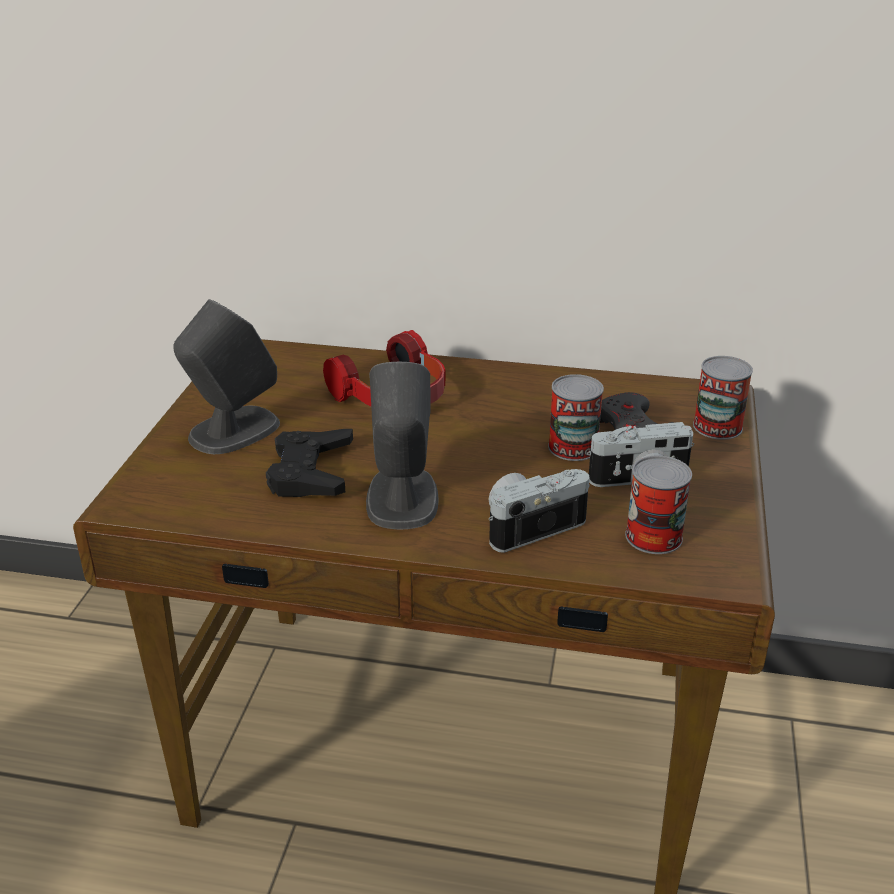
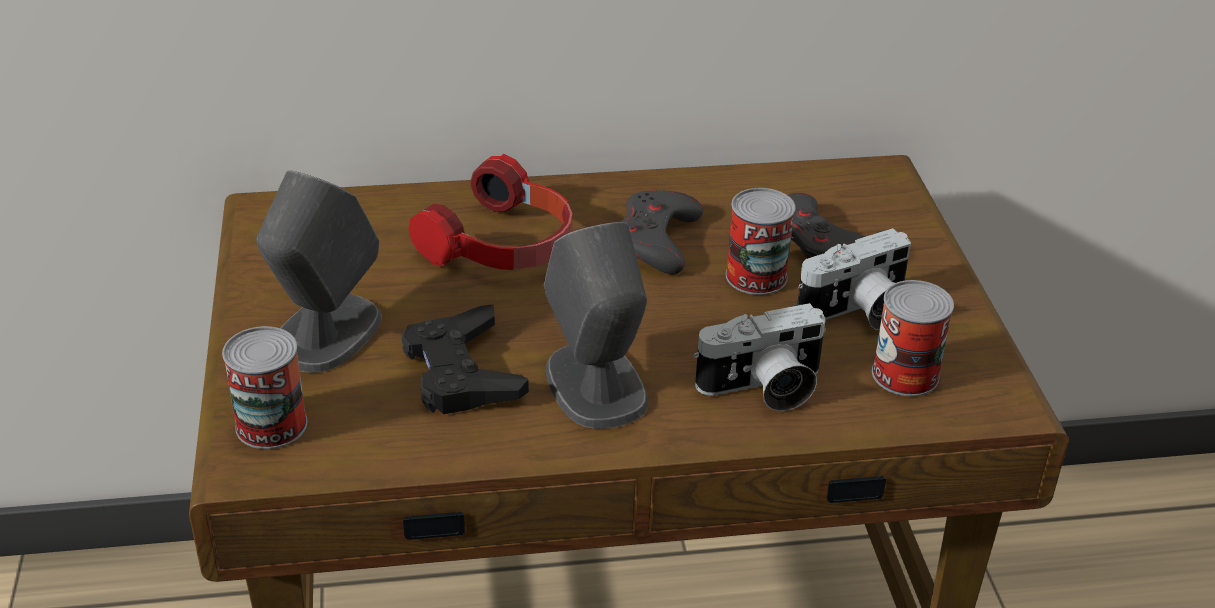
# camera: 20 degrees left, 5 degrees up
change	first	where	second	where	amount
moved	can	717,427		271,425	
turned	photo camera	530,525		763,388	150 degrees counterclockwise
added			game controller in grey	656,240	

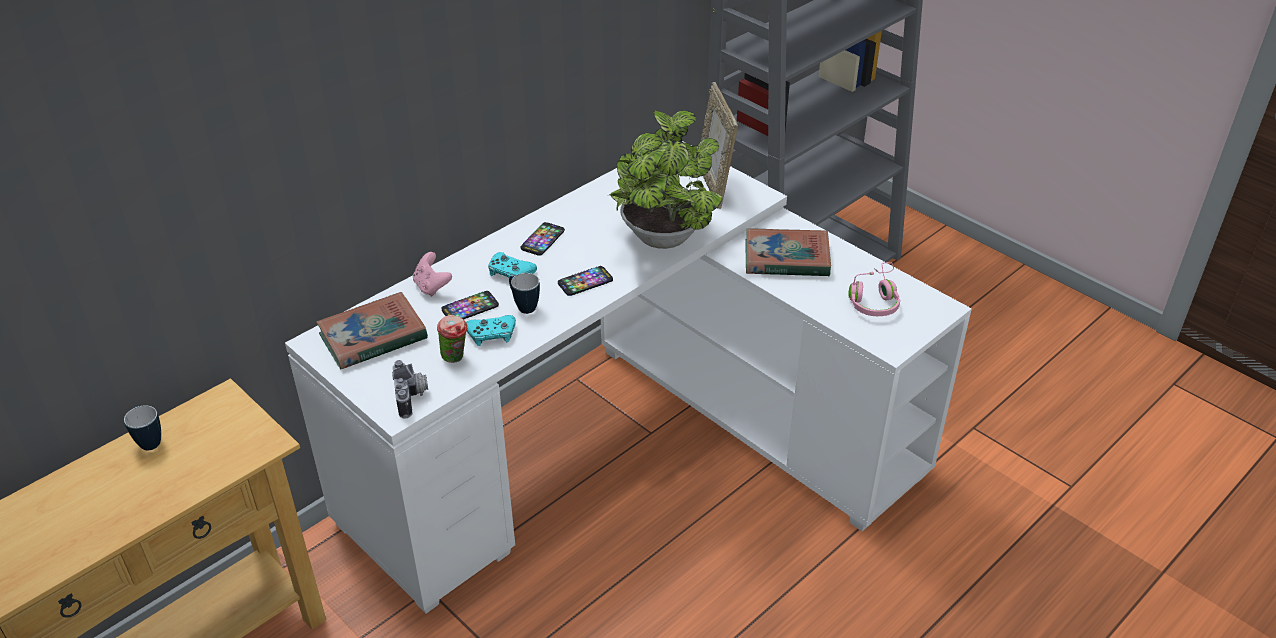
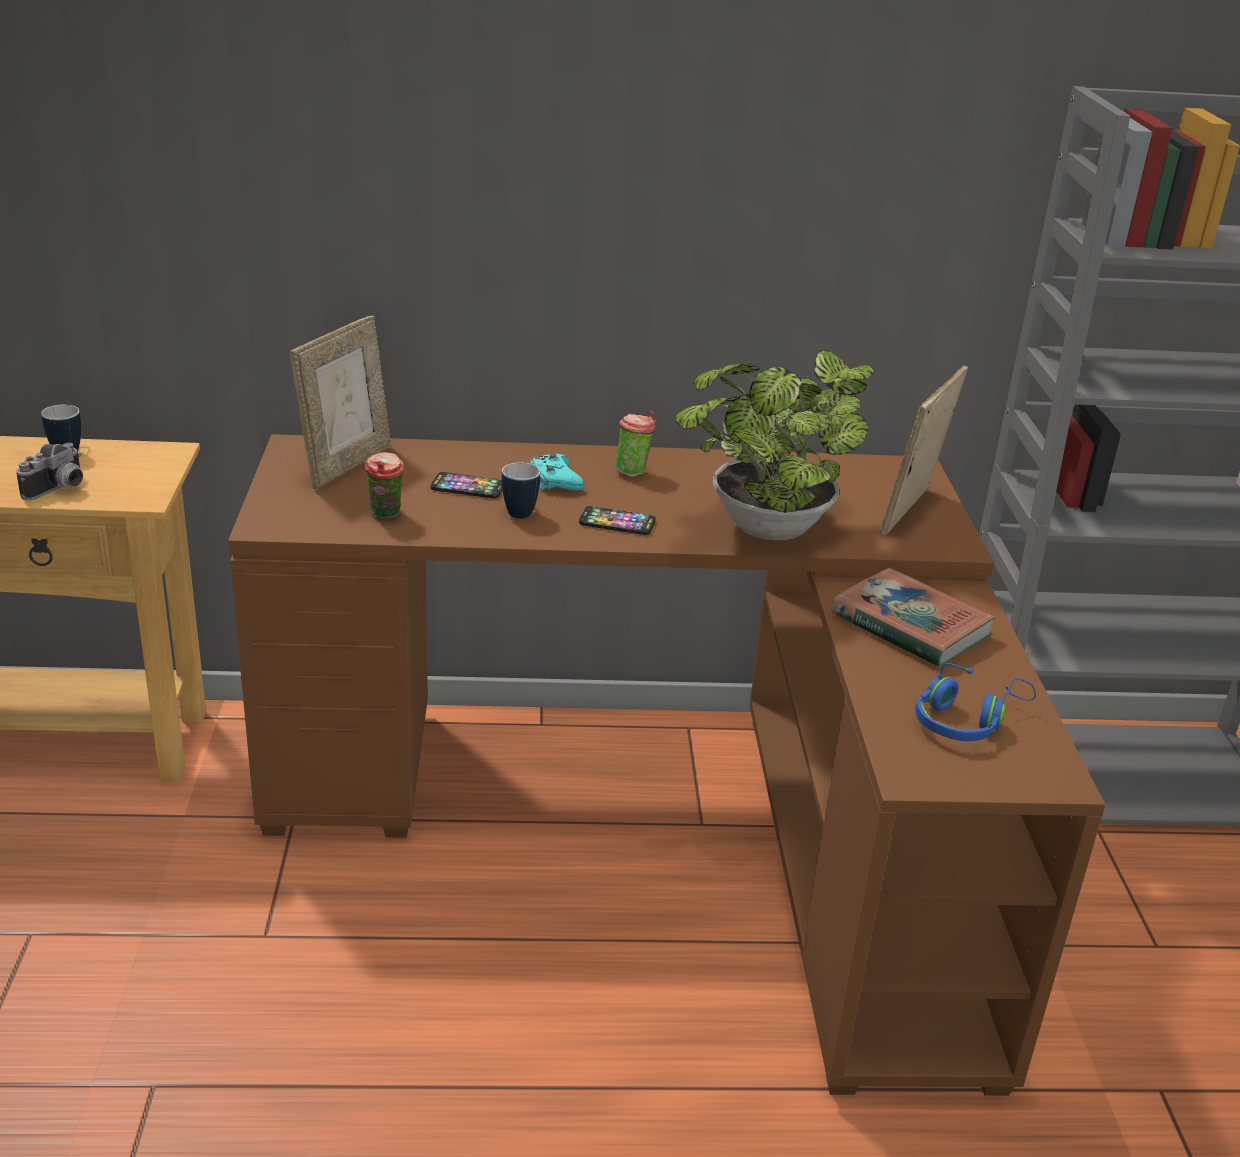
# camera: 40 degrees right, 10 degrees down
change	first	where	second	where	amount
recoloured	desk in white	632,444	desk in brown	666,821	
replaced	phone	542,240	cup	633,471	
removed	game controller in pink	432,287			
recoloured	headphones in pink	874,299	headphones in blue	967,720	
replaced	book	373,336	picture frame	346,465	
removed	game controller in turquoise	491,334			
moved	photo camera	412,397		59,489	

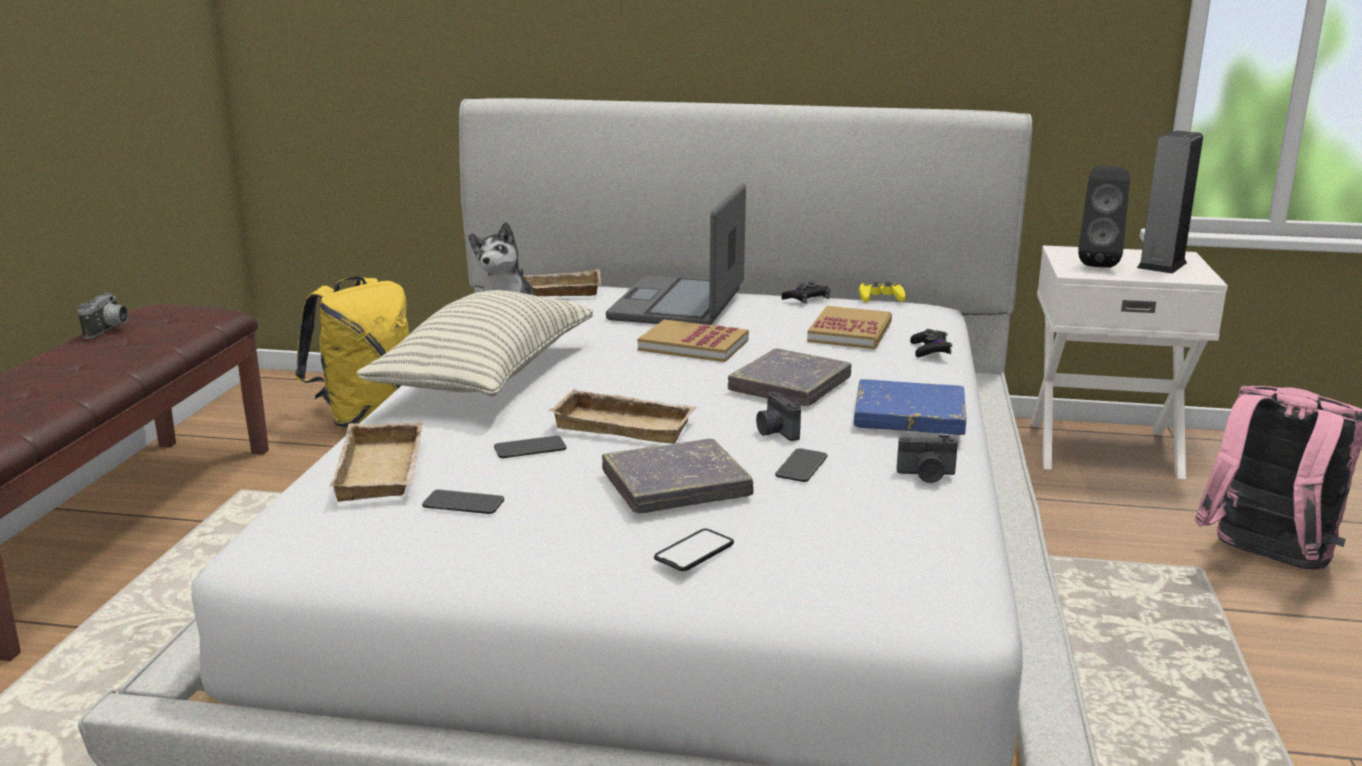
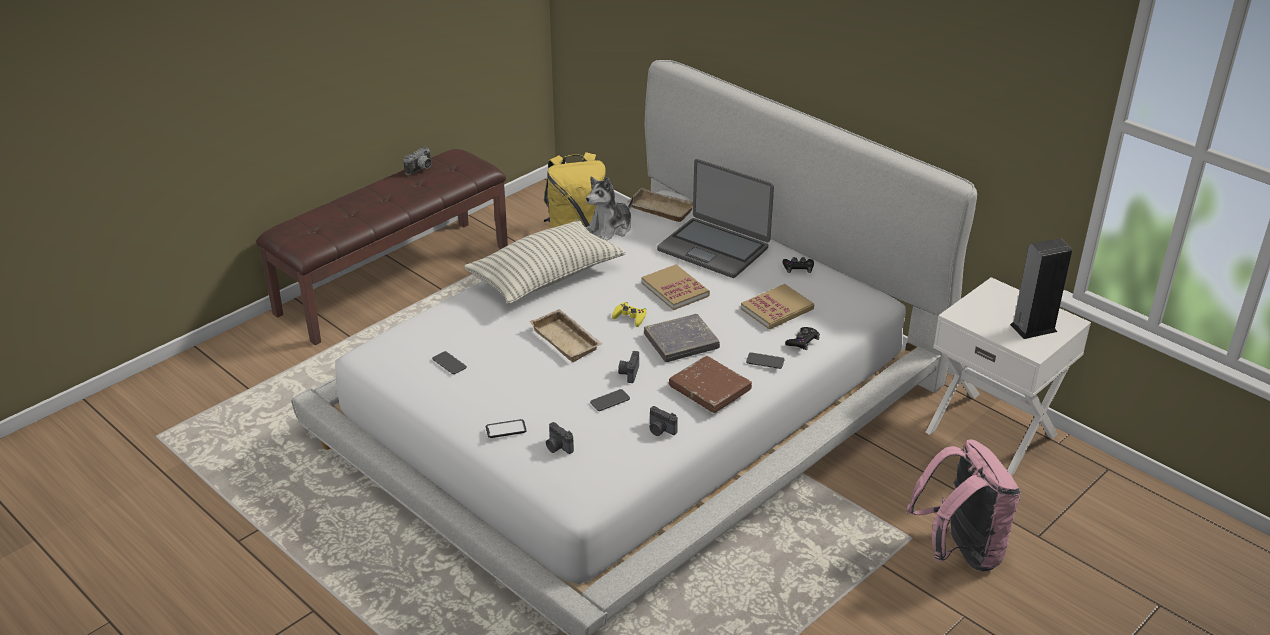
# camera: 35 degrees right, 15 degrees up
change	first	where	second	where	amount
removed	speaker in black	1098,264			
turned	laptop	679,305		714,248	105 degrees counterclockwise
moved	game controller in yellow	880,298		630,317	
recoloured	book in blue	909,416	book in brown	710,388	
removed	tray in beige	384,471			
moved	phone	530,449		765,361	
removed	book in grey	676,485			
added			photo camera	558,447	

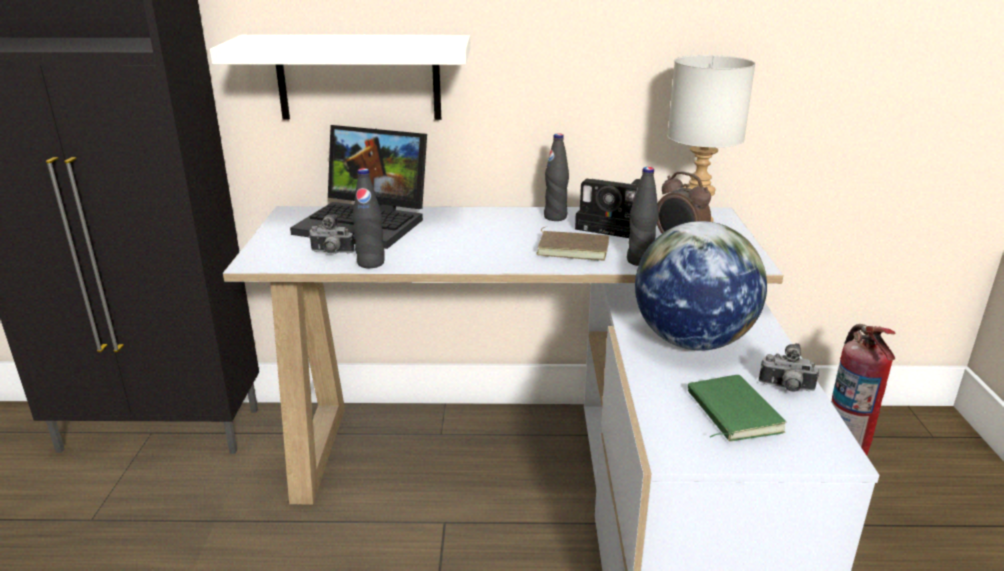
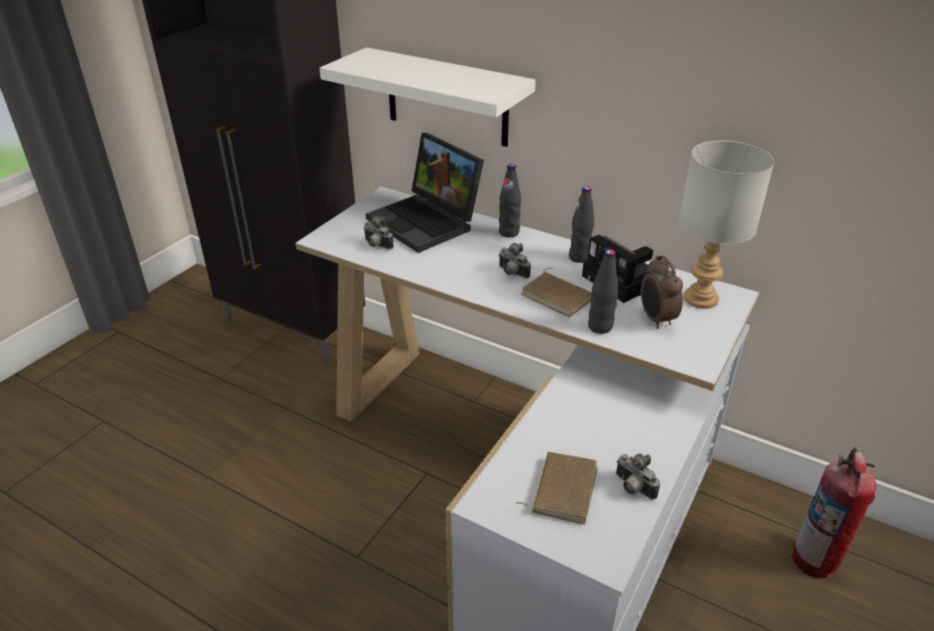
# camera: 30 degrees right, 10 degrees up
change	first	where	second	where	amount
moved	bottle in black	370,263		509,233	
removed	globe	692,341			
recoloured	book in green	730,412	book in brown	562,489	
added			photo camera	511,273	

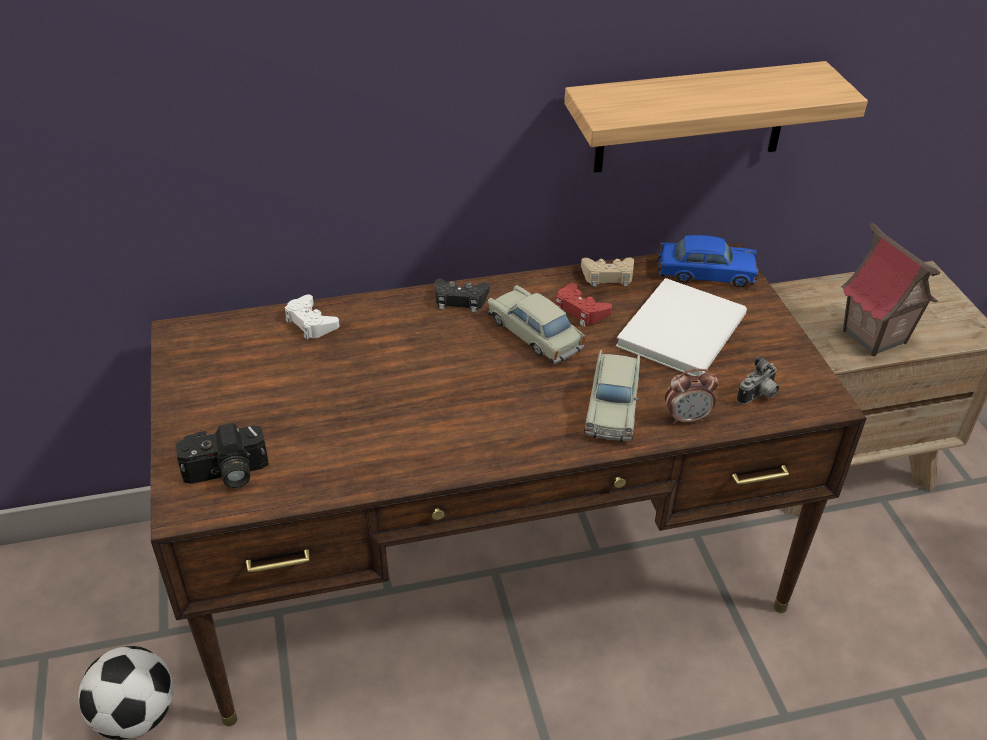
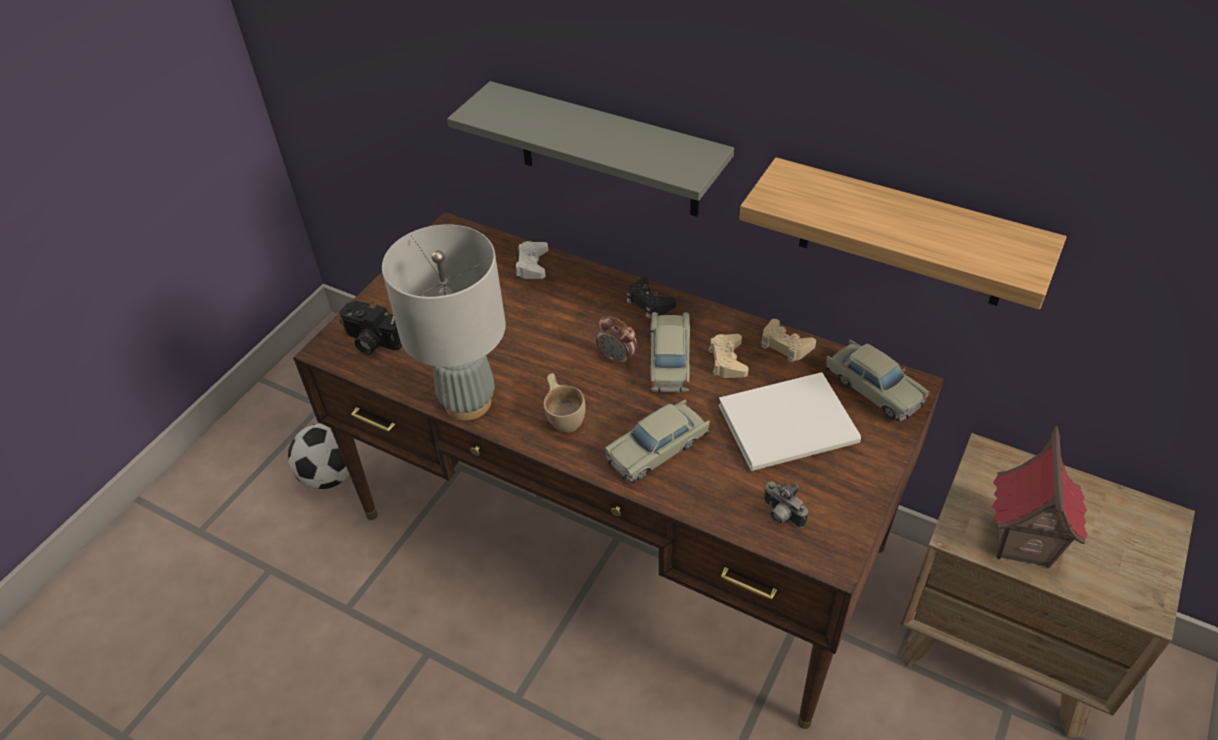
# camera: 45 degrees right, 5 degrees up
change	first	where	second	where	amount
recoloured	toy car in blue	705,273	toy car in beige	873,388	
recoloured	game controller in red	580,310	game controller in beige	727,361	
turned	photo camera	758,396		781,515	45 degrees clockwise
moved	alarm clock	686,418		617,358	
added			shelf in grey	607,151	
added			table lamp in grey	468,402	
added			cup in beige	564,415	

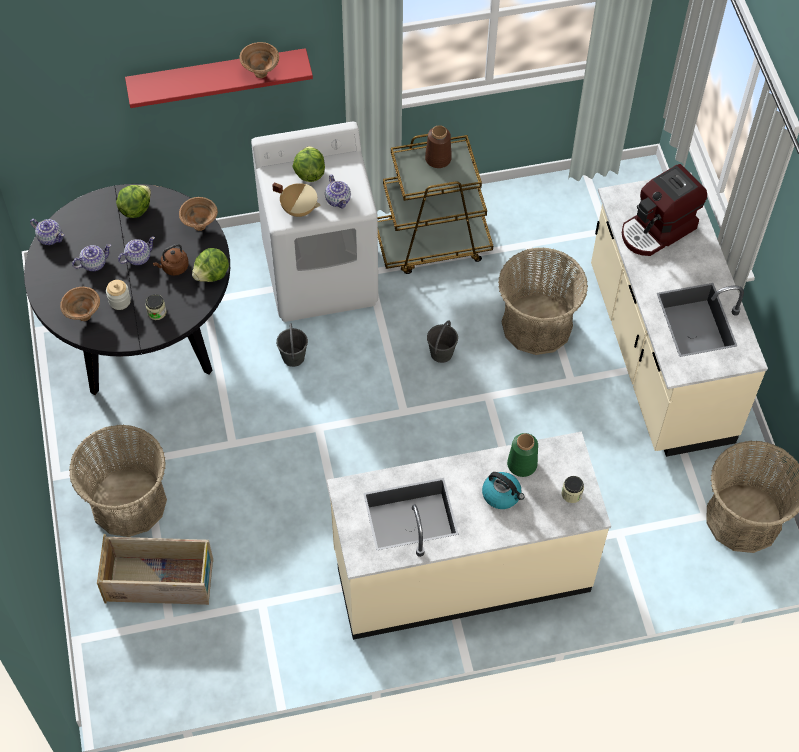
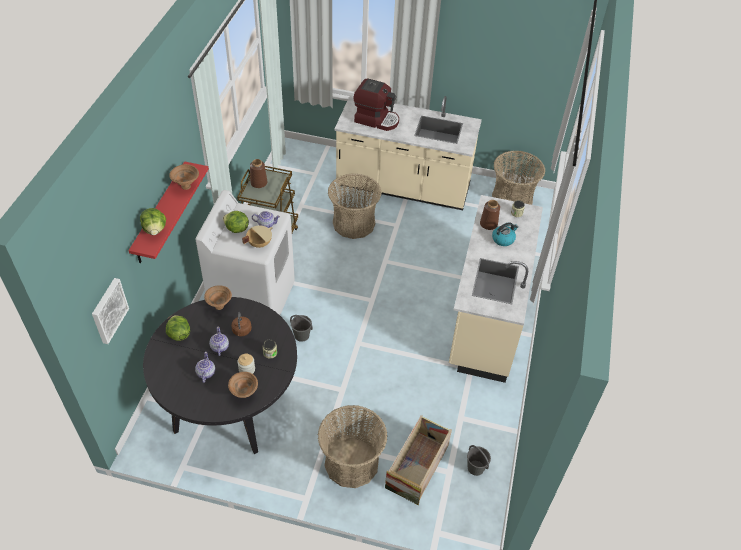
# camera: 65 degrees left, 10 degrees down
change	first	where	second	where	amount
turned	coffee machine	658,230		376,119	60 degrees counterclockwise
removed	teapot	50,237			
moved	lettuce	212,275		155,229	
moved	bucket in grey	441,353		476,468	
recoloured	vase in green	521,464	vase in brown	488,224	
added			picture	108,310	

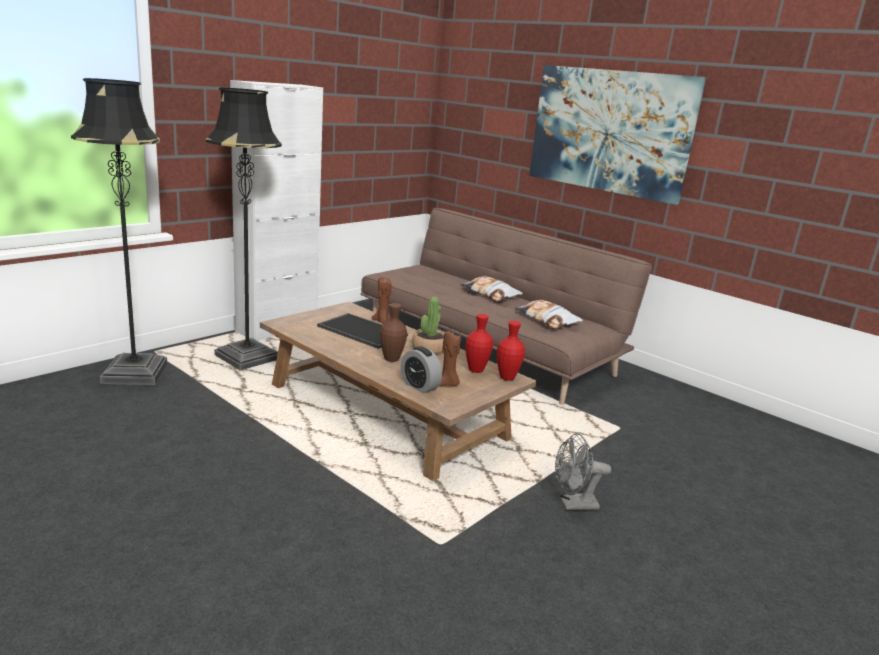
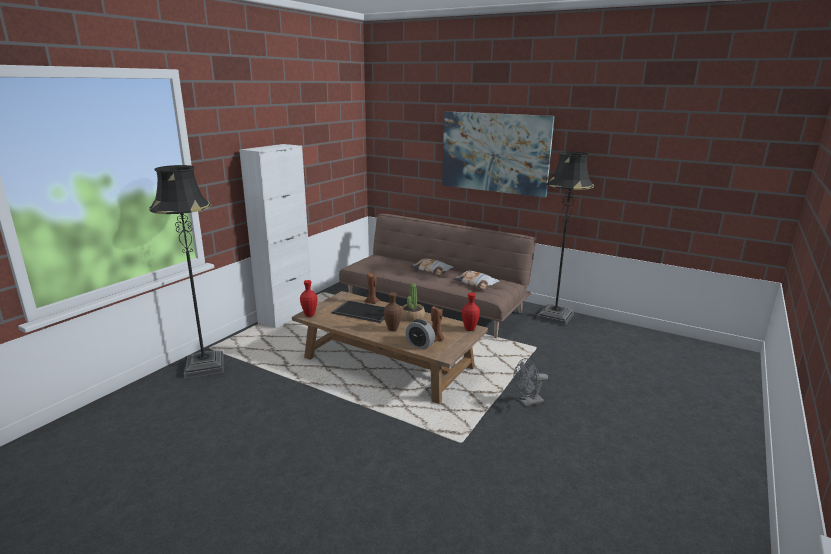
# camera: 10 degrees left, 0 degrees up
change	first	where	second	where	amount
moved	floor lamp in black	247,358		555,317	
moved	vase in red	476,370		309,315	

